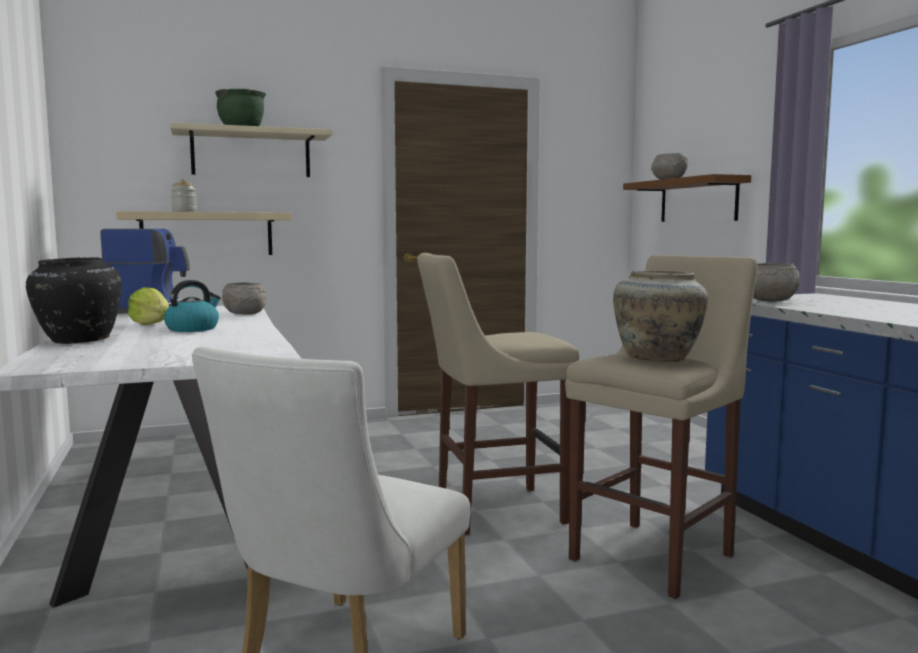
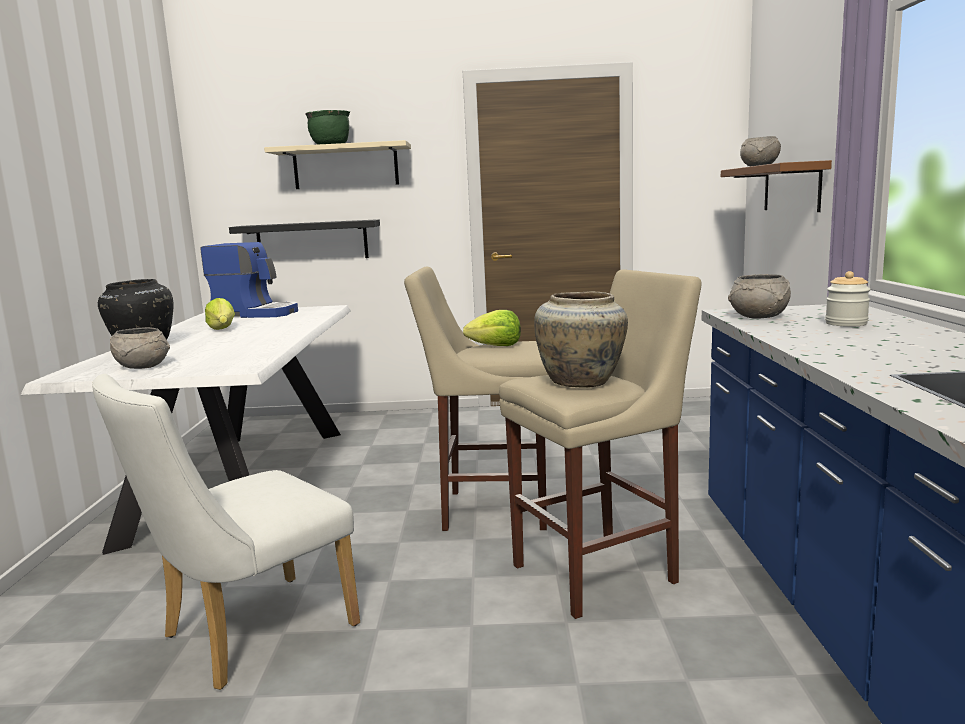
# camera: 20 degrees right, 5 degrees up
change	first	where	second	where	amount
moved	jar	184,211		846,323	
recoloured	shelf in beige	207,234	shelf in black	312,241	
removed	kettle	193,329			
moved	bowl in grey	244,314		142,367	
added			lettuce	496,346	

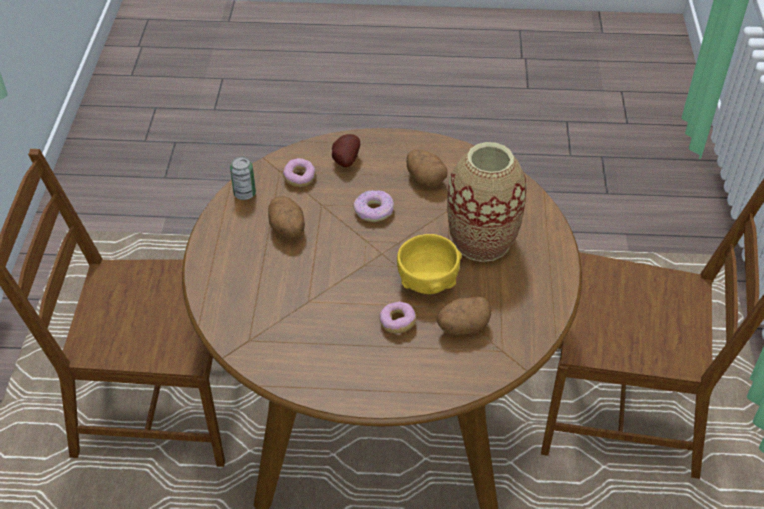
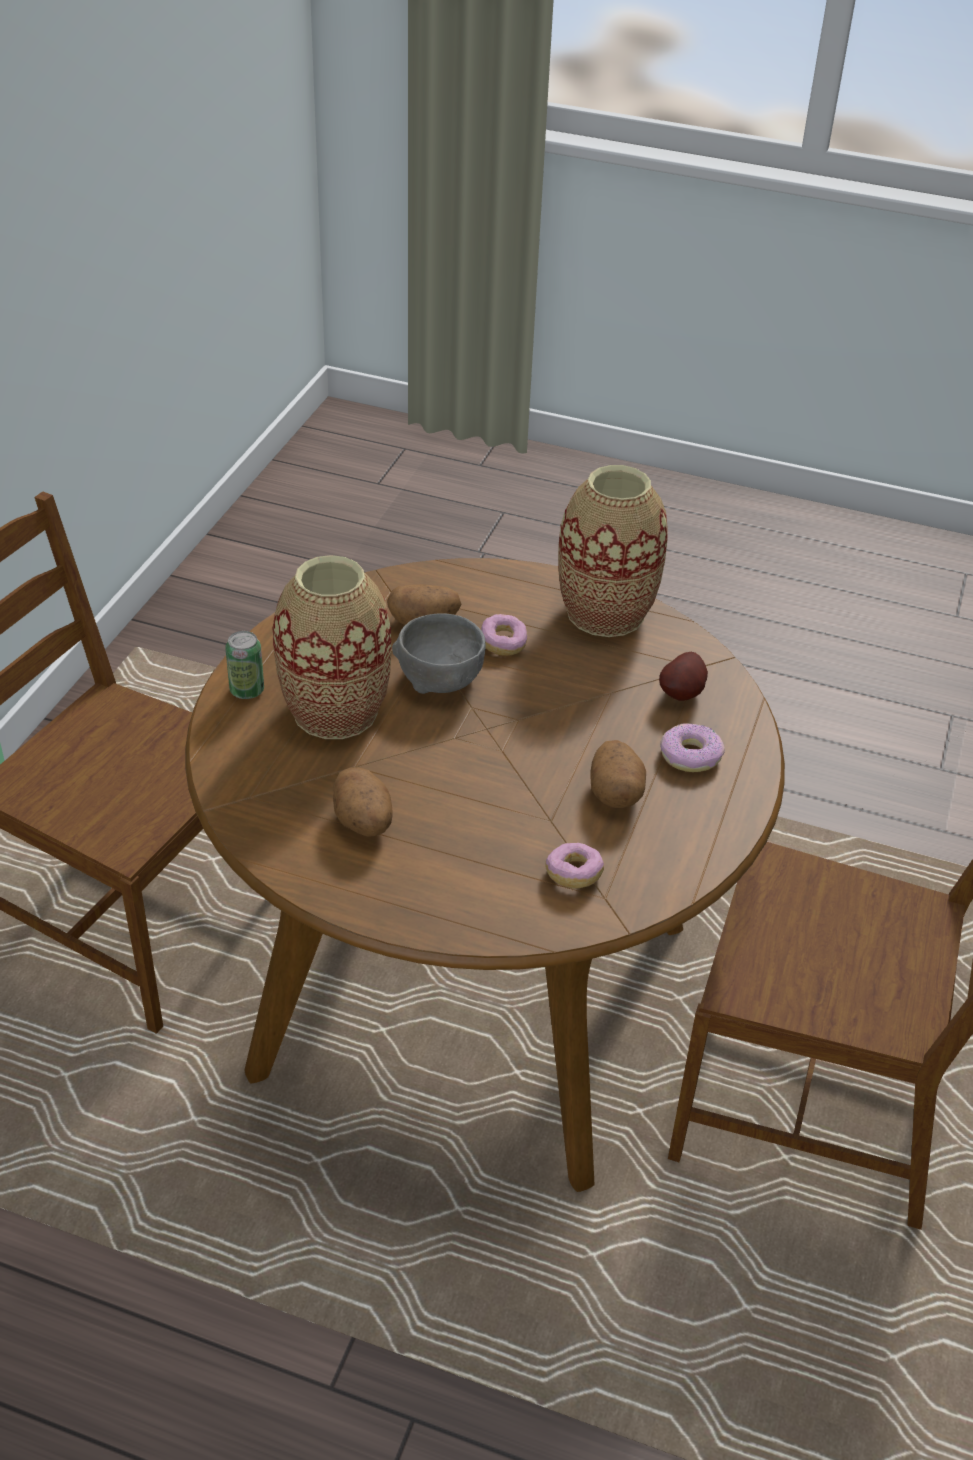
# camera: 165 degrees left, 5 degrees down
change	first	where	second	where	amount
moved	potato	344,160		683,694	
moved	can	244,194		247,690	
moved	donut	374,211		690,755	
recoloured	bowl in yellow	427,281	bowl in grey	440,680	
added			vase	605,613	

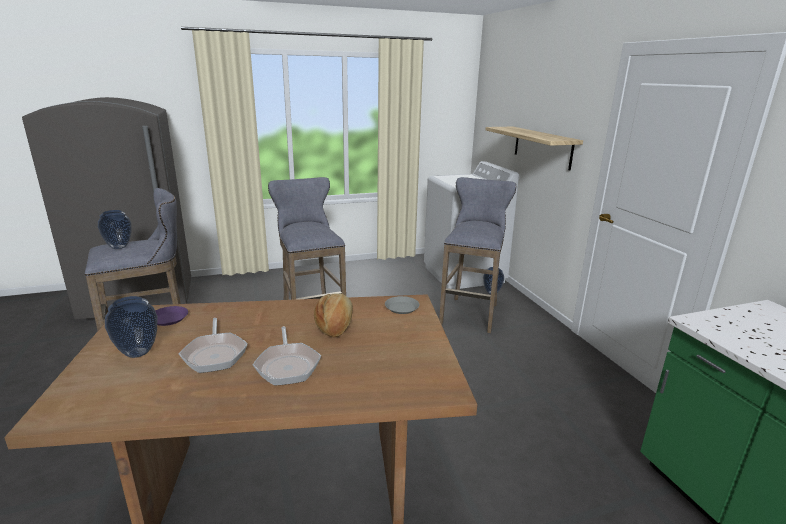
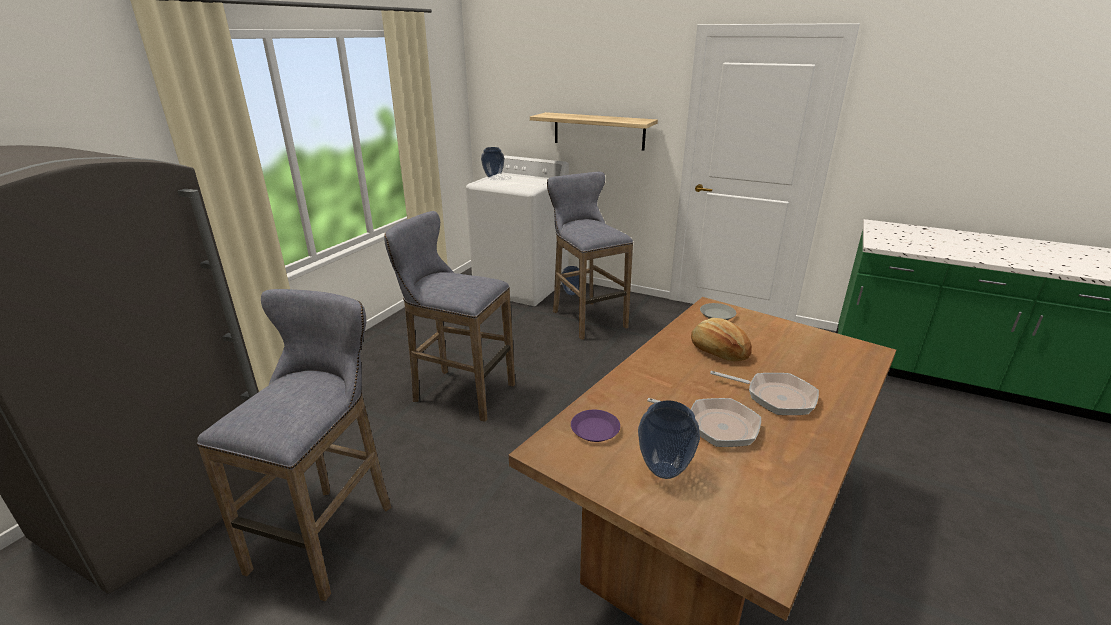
# camera: 45 degrees left, 5 degrees up
change	first	where	second	where	amount
moved	vase	119,247		493,177	

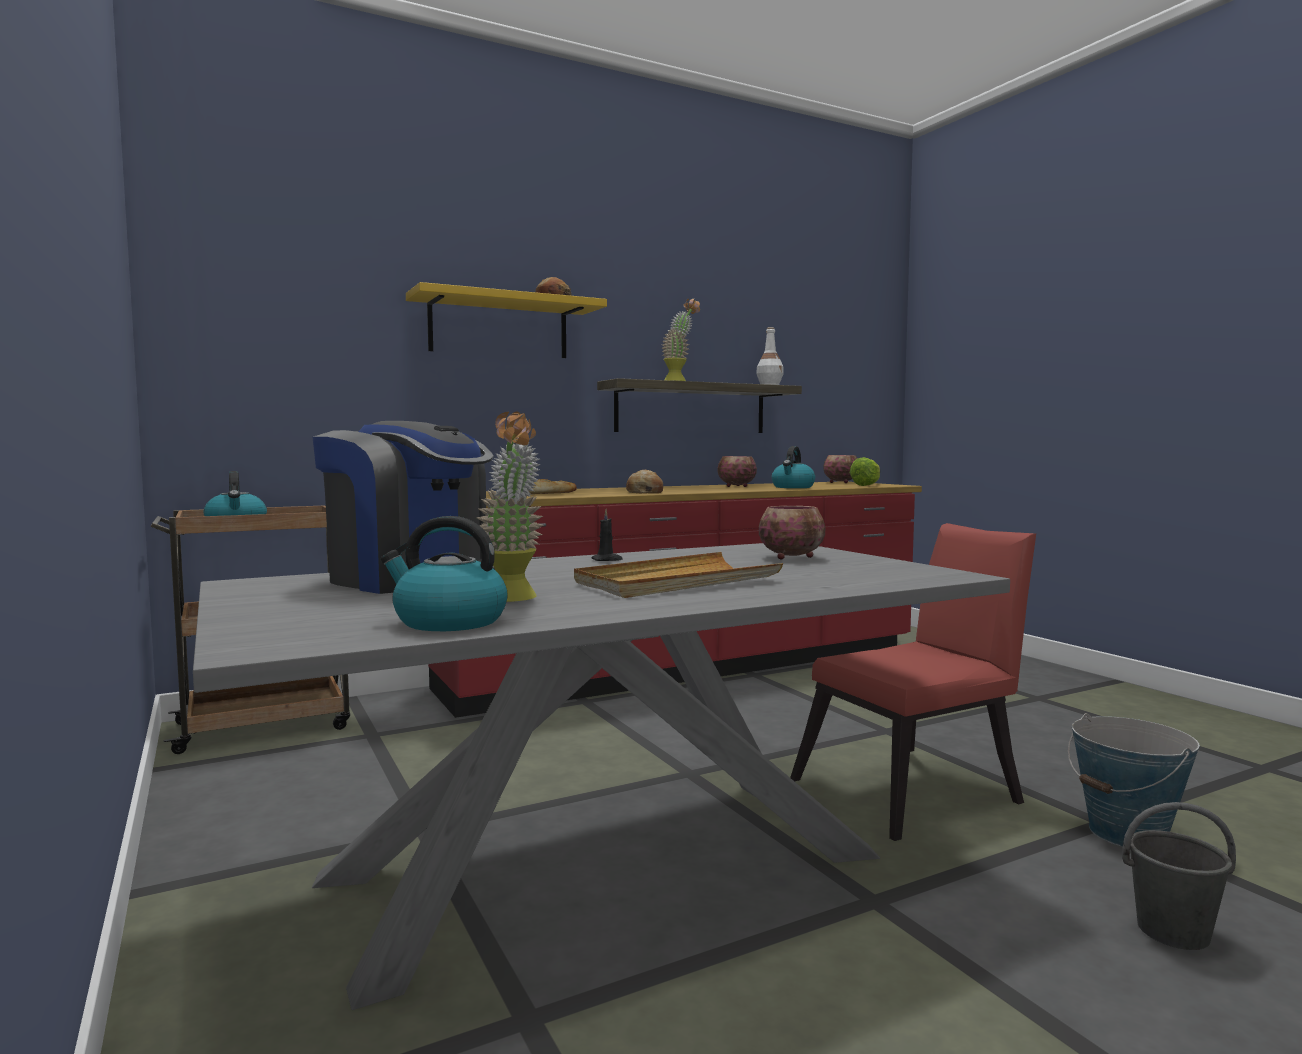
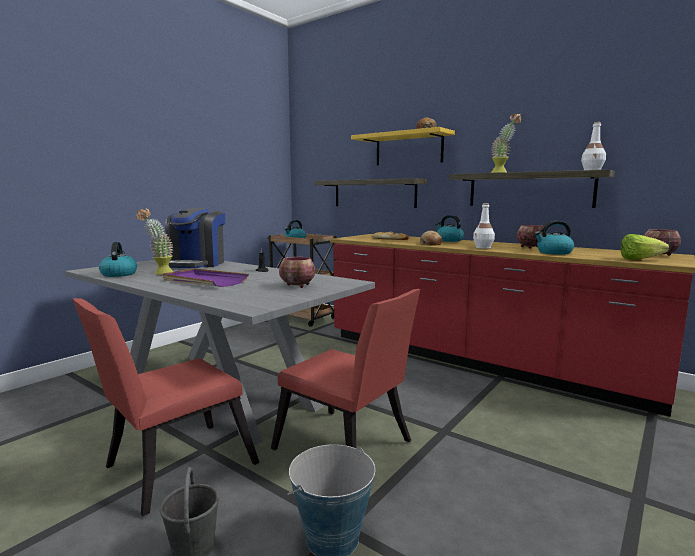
# camera: 65 degrees right, 5 degrees up
change	first	where	second	where	amount
recoloured	tray in beige	676,582	tray in purple	204,281	
added			shelf	374,193	
added			bottle in white	483,247	
added			kettle	449,240	
added			chair in red	172,468	

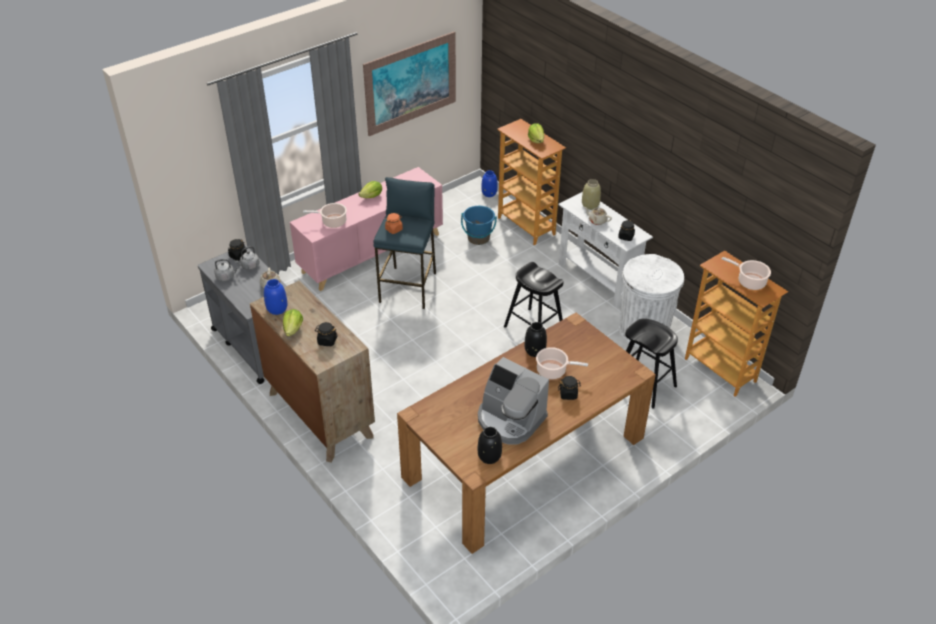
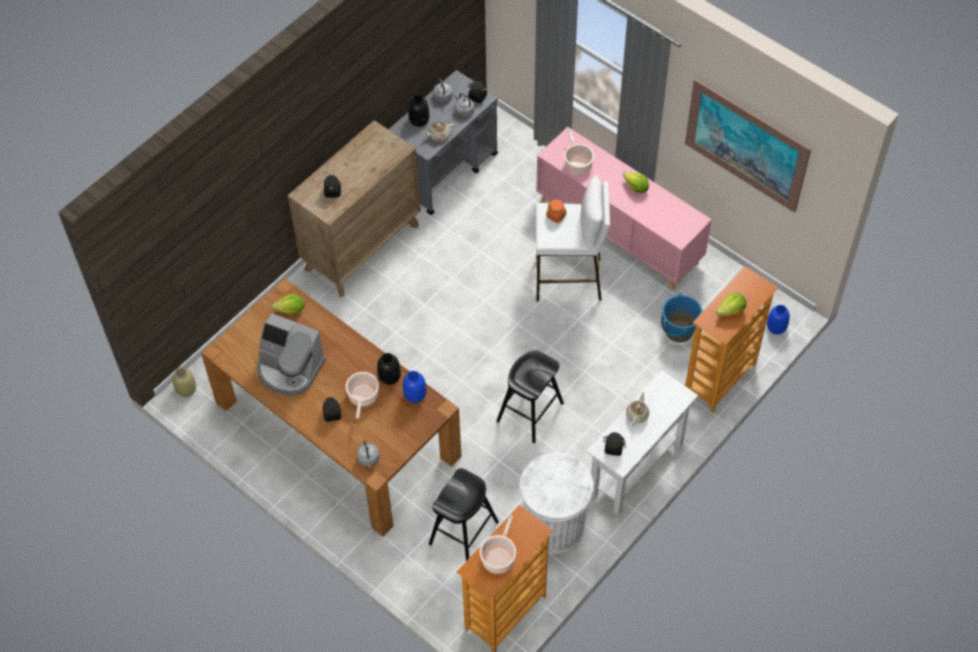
# camera: 80 degrees right, 15 degrees up
change	first	where	second	where	amount
recoloured	stool in blue	409,287	stool in white	569,279	
moved	vase in beige	590,206		186,390	
moved	vase in blue	277,309		414,395	
moved	lettuce	293,329		291,310	
turned	coffee machine	510,420		289,369	90 degrees counterclockwise
moved	vase in black	489,456		419,120	
added			kettle in grey	368,459	

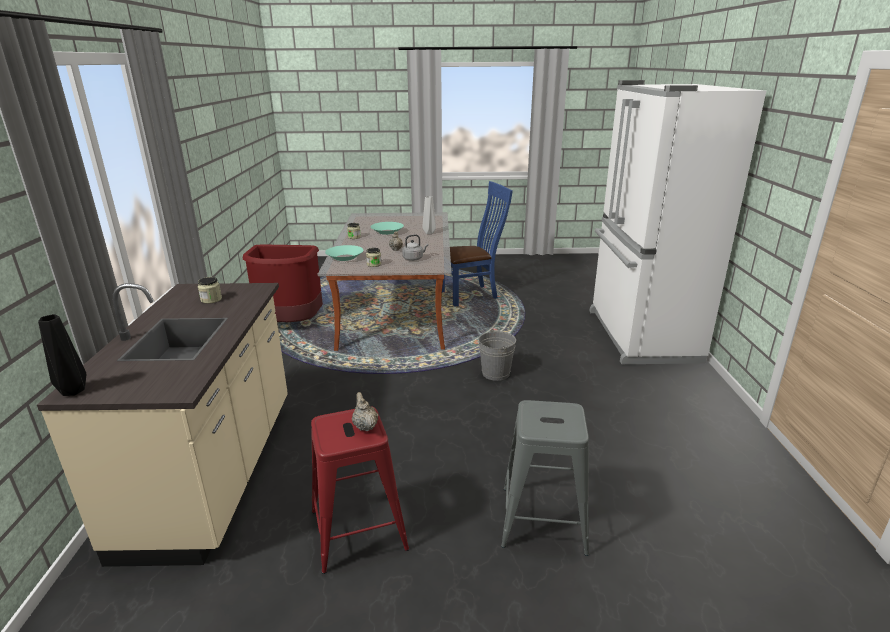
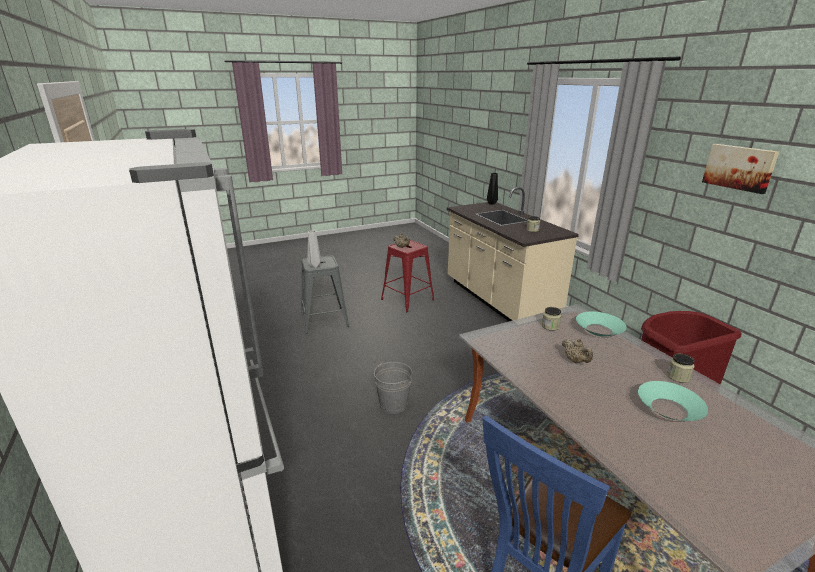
# camera: 155 degrees right, 0 degrees up
change	first	where	second	where	amount
moved	vase in grey	430,233		314,266	
removed	kettle in grey	414,258			
added			picture	739,167	

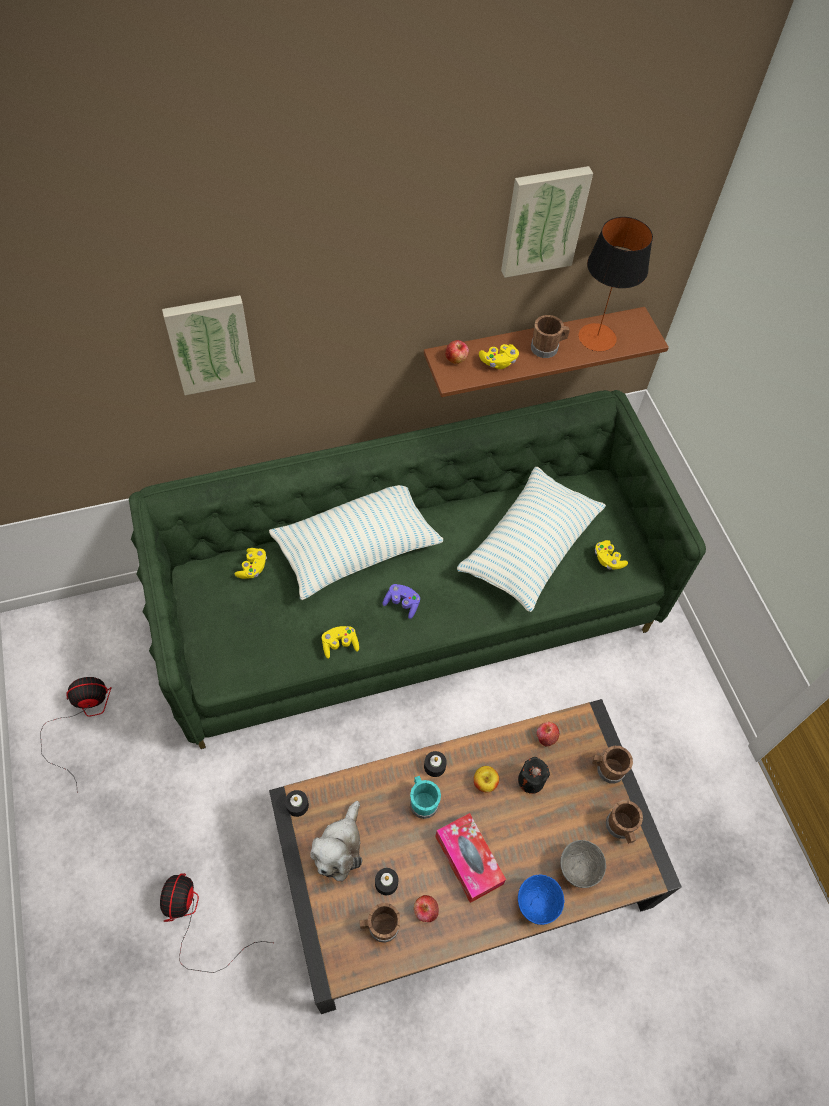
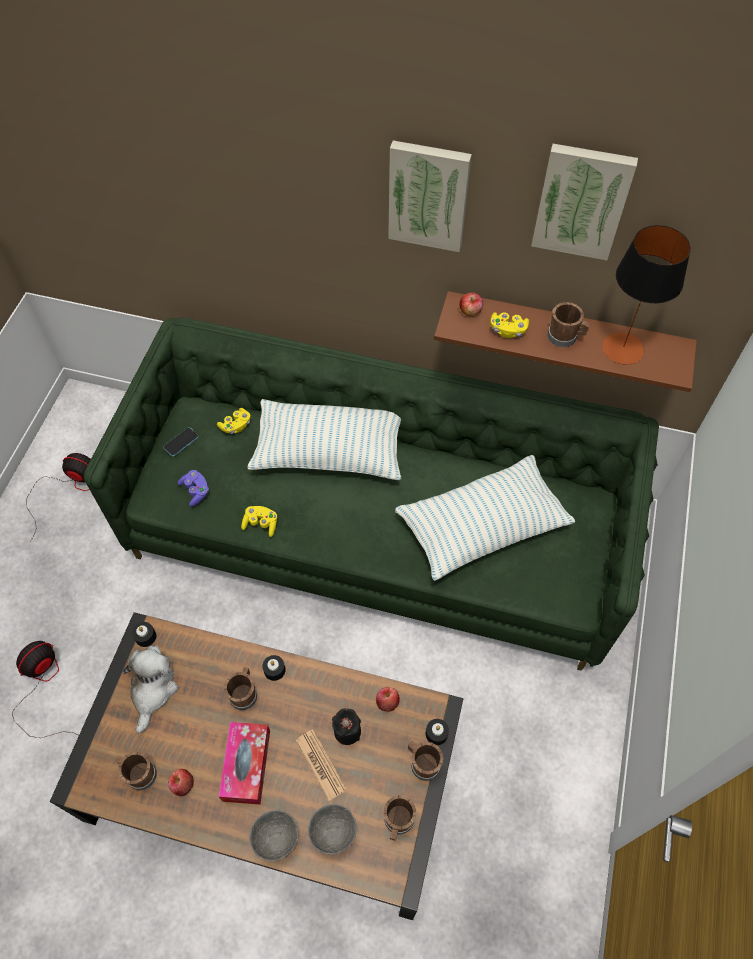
# camera: 35 degrees right, 0 degrees up
change	first	where	second	where	amount
moved	picture	210,343		428,195	
removed	game controller in yellow	608,560			
moved	game controller in purple	402,604		195,491	
removed	apple	485,783			
recoloured	mug in turquoise	422,801	mug in brown	244,693	
turned	plush toy	339,848		153,690	135 degrees clockwise
moved	candle in black	386,883		436,733	
recoloured	bowl in blue	535,904	bowl in grey	275,839	
added			phone	181,442	
added			newspaper	320,764	

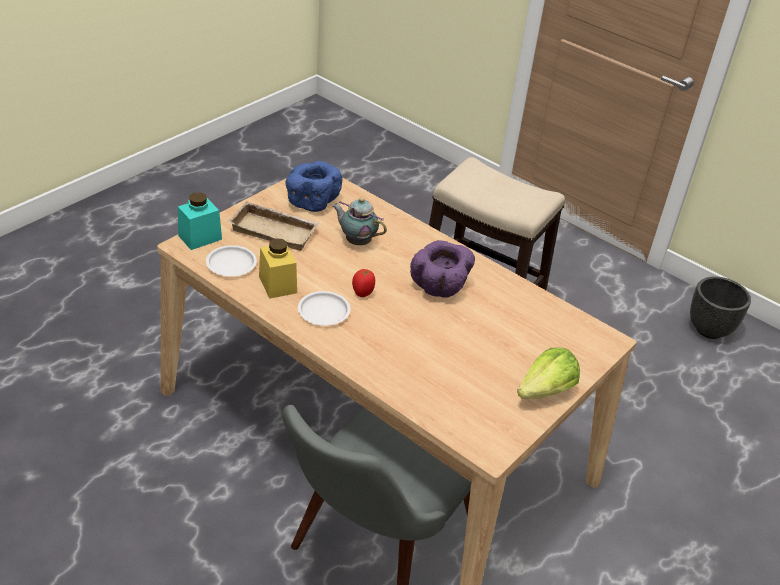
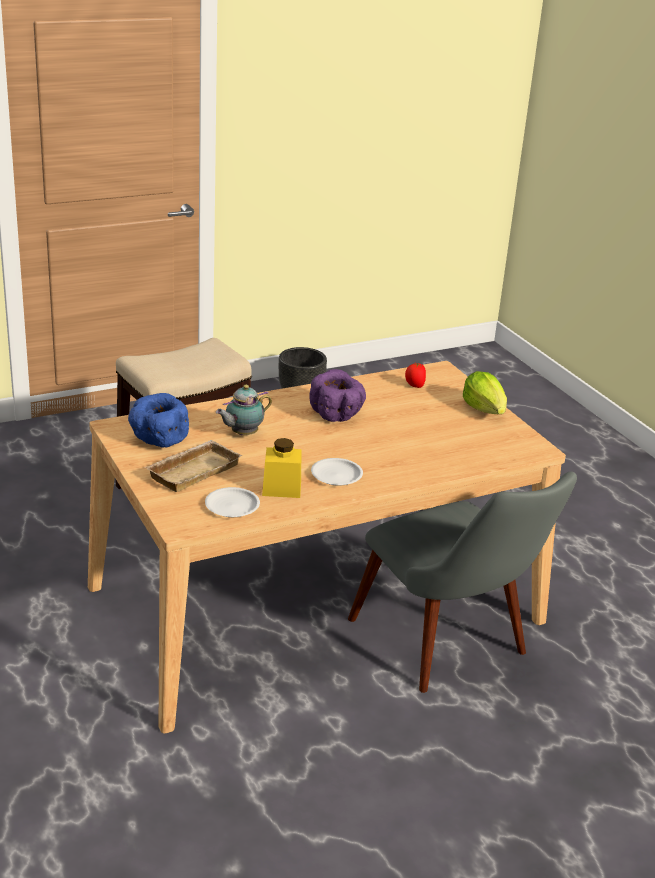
# camera: 65 degrees left, 10 degrees down
change	first	where	second	where	amount
removed	jar in turquoise	200,237			
moved	tomato	363,293		414,386	

